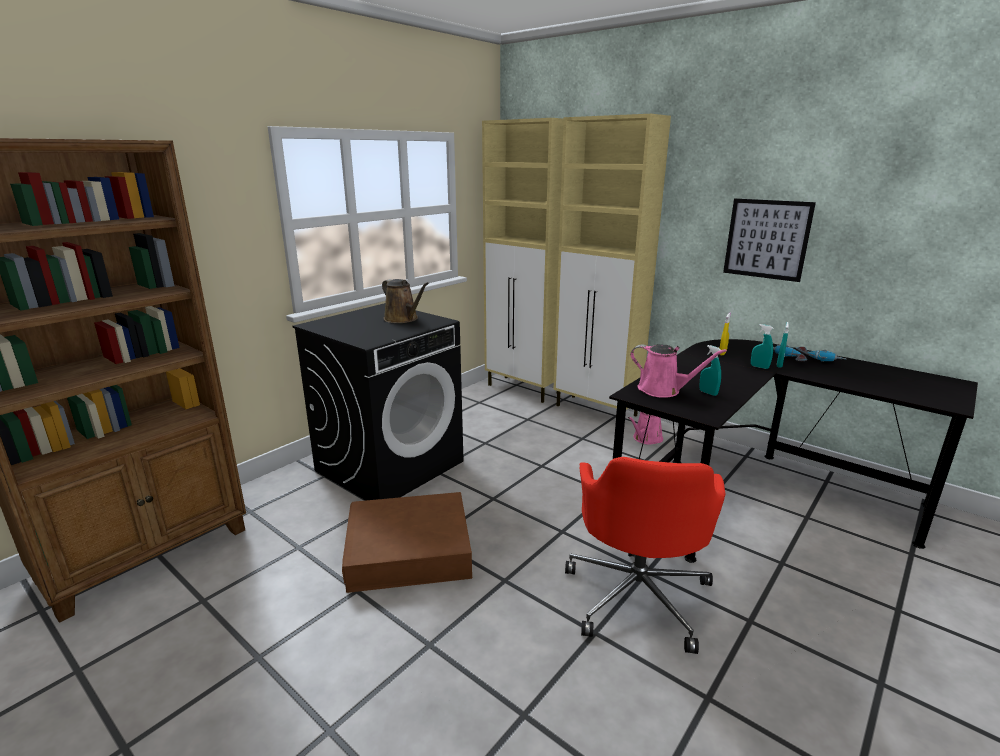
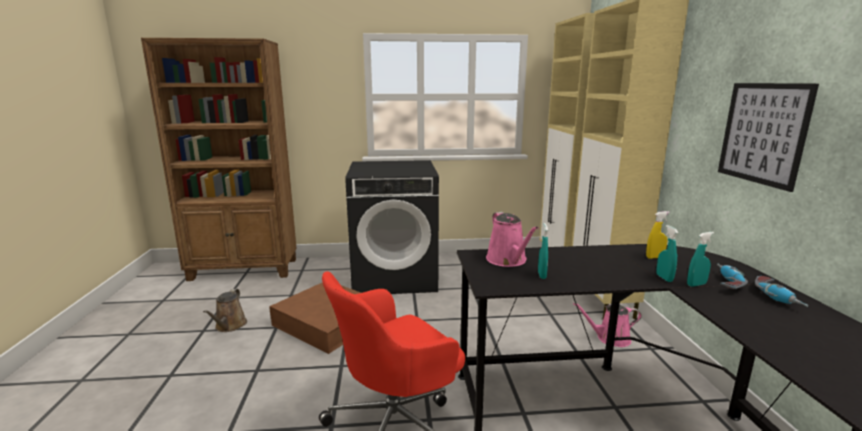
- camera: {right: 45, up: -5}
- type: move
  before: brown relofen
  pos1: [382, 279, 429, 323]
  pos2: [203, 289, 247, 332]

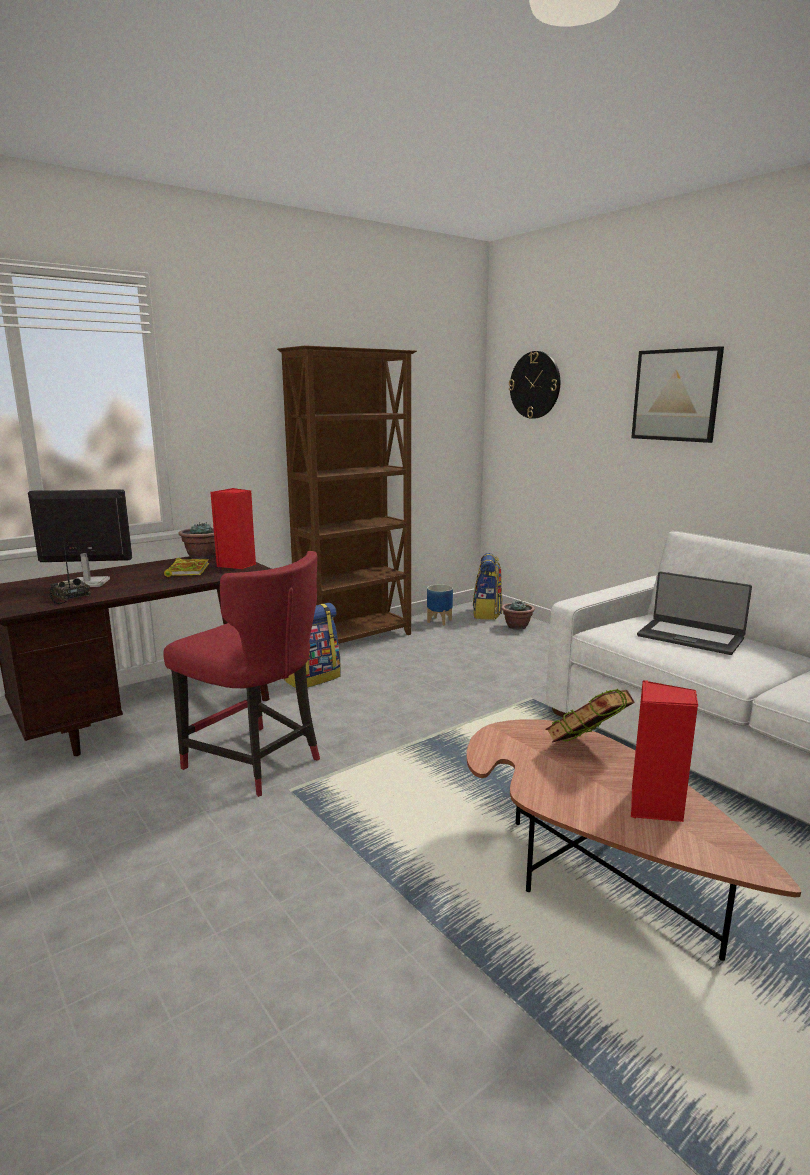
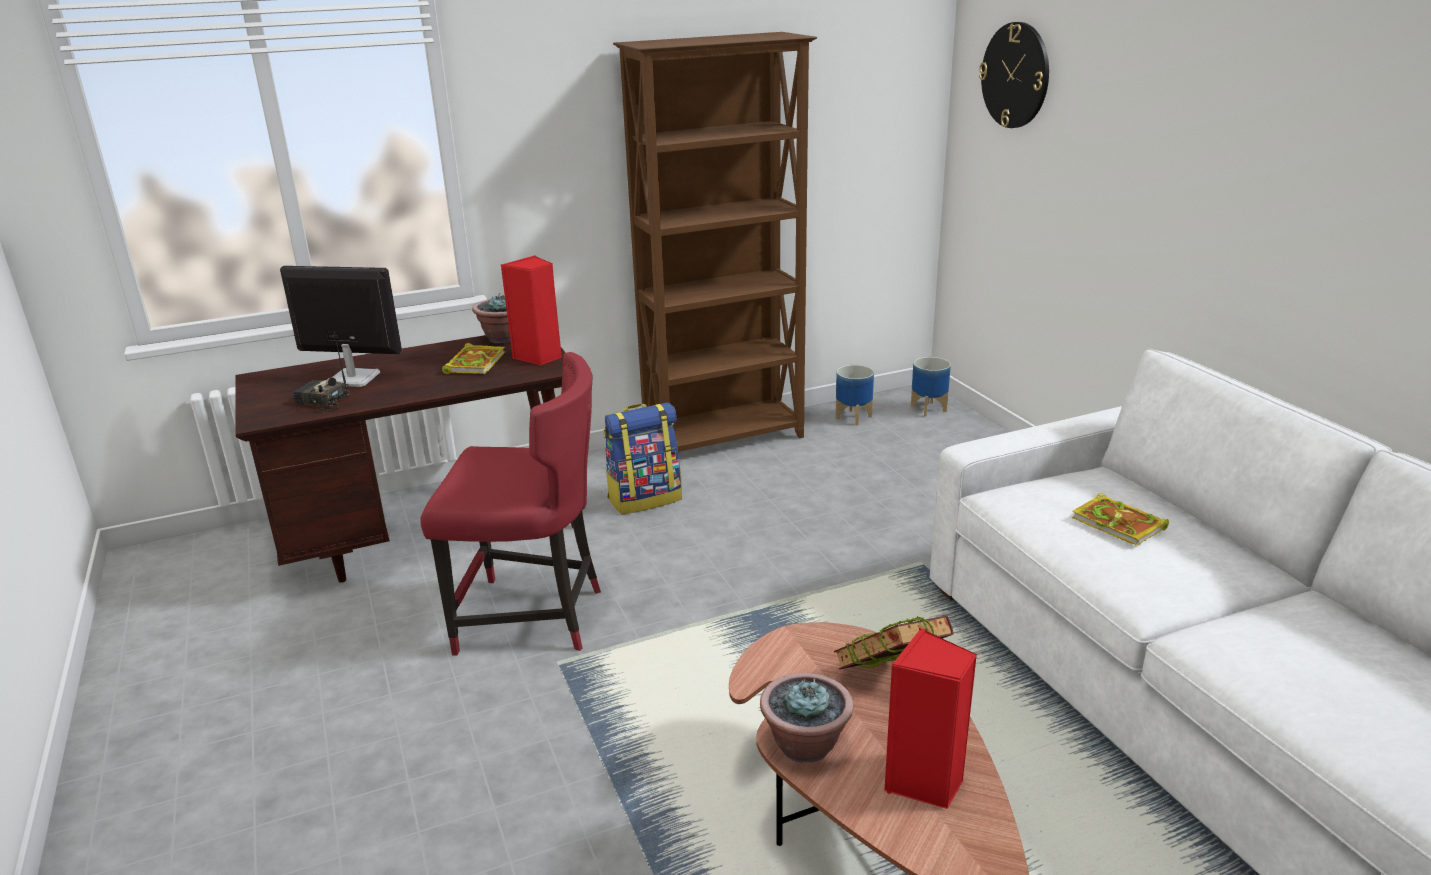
- camera: {right: 15, up: 10}
- type: delete
  before: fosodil
  pos1: [631, 346, 724, 443]
- type: move
  before: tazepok
  pos1: [501, 600, 535, 630]
  pos2: [760, 673, 853, 763]
- type: replace
  before: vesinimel
  after: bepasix
  pos1: [473, 553, 502, 620]
  pos2: [911, 357, 951, 416]
- type: replace
  before: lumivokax
  after: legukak
  pos1: [637, 572, 752, 655]
  pos2: [1071, 493, 1169, 546]
- type: rotate
  before: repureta
  pos1: [50, 537, 91, 604]
  pos2: [293, 332, 350, 412]
  turn: -45
- type: rotate
  before: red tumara
  pos1: [163, 551, 320, 797]
  pos2: [420, 352, 601, 656]
  turn: -45

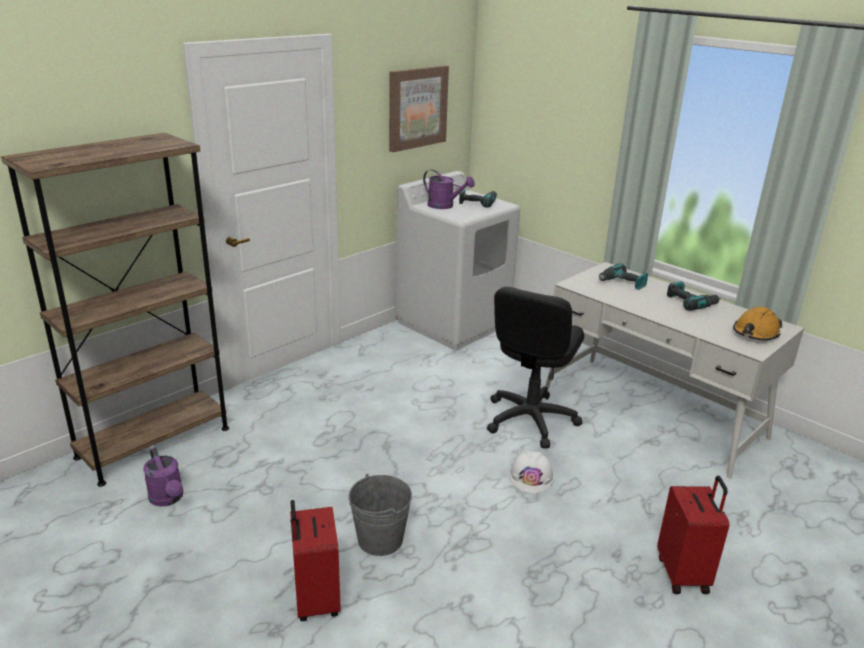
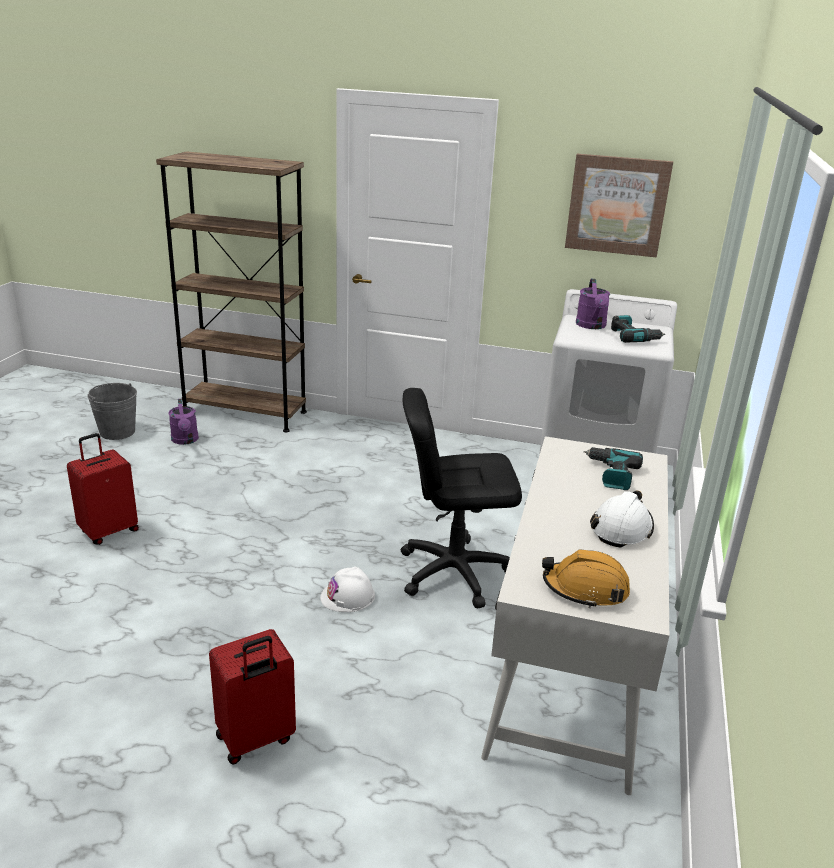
- camera: {right: 60, up: 0}
- type: move
  before: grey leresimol
  pos1: [349, 474, 412, 556]
  pos2: [87, 383, 137, 440]
- type: replace
  before: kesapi
  after: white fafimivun
  pos1: [667, 281, 721, 311]
  pos2: [590, 491, 654, 547]
- type: rotate
  before: purple relofen
  pos1: [143, 448, 183, 507]
  pos2: [168, 399, 199, 445]
  turn: -45

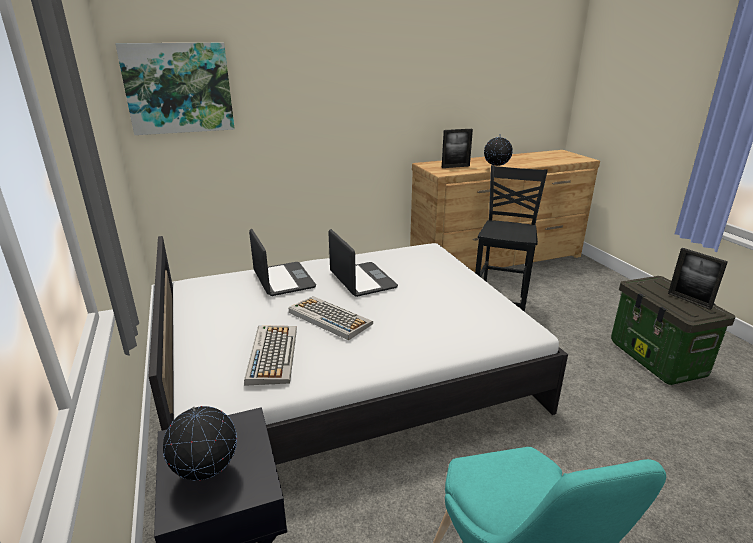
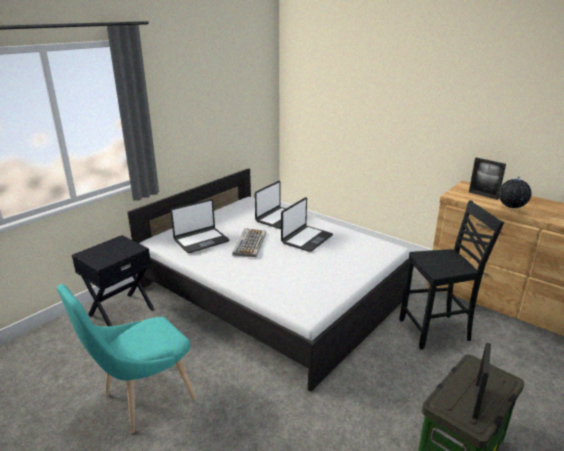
- camera: {right: 60, up: 0}
- type: delete
  before: fosodil
  pos1: [115, 43, 235, 135]
- type: delete
  before: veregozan
  pos1: [163, 406, 237, 480]
- type: replace
  before: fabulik
  after: lumivokax
  pos1: [244, 325, 297, 386]
  pos2: [170, 199, 229, 253]

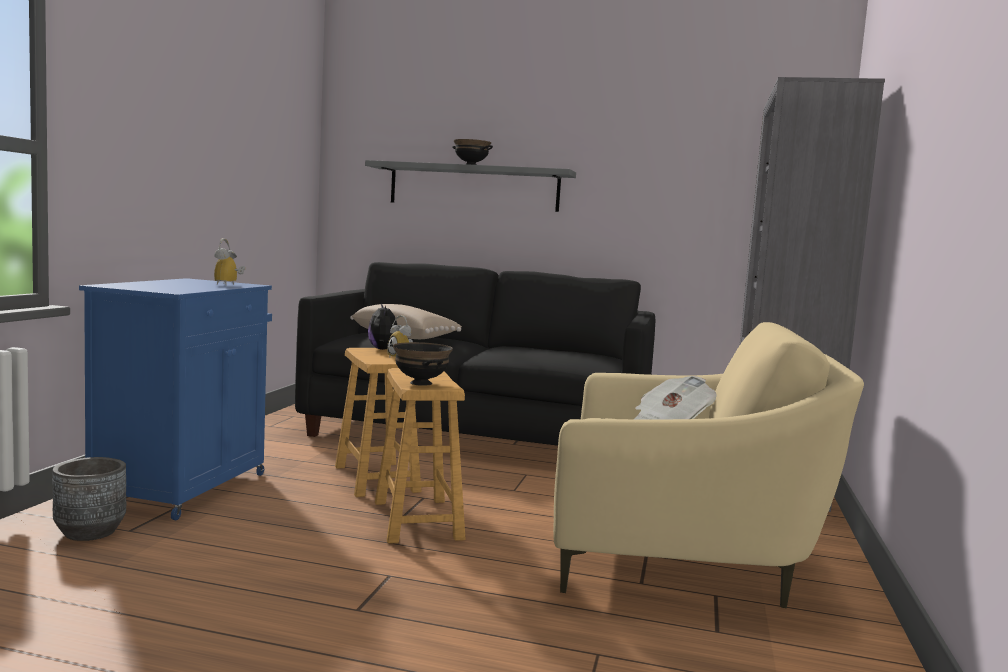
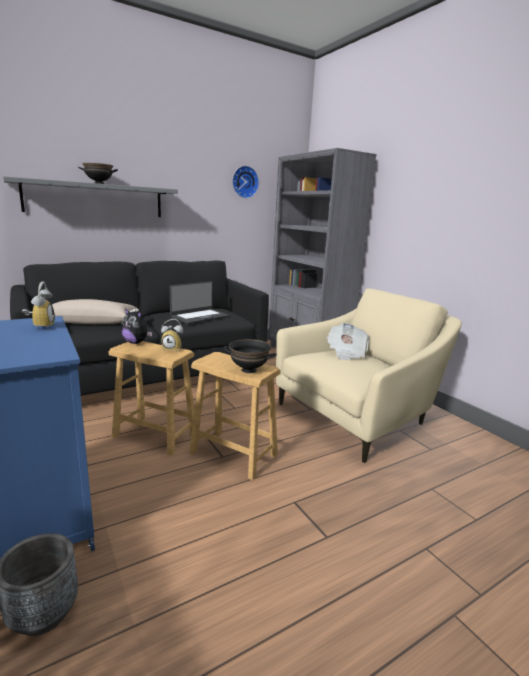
- camera: {right: -45, up: 10}
- type: insert
  after: lumivokax
  pos2: [170, 281, 230, 324]
- type: insert
  after: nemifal
  pos2: [232, 166, 259, 198]
- type: rotate
  before: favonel
  pos1: [214, 238, 245, 285]
  pos2: [22, 281, 55, 328]
  turn: -150

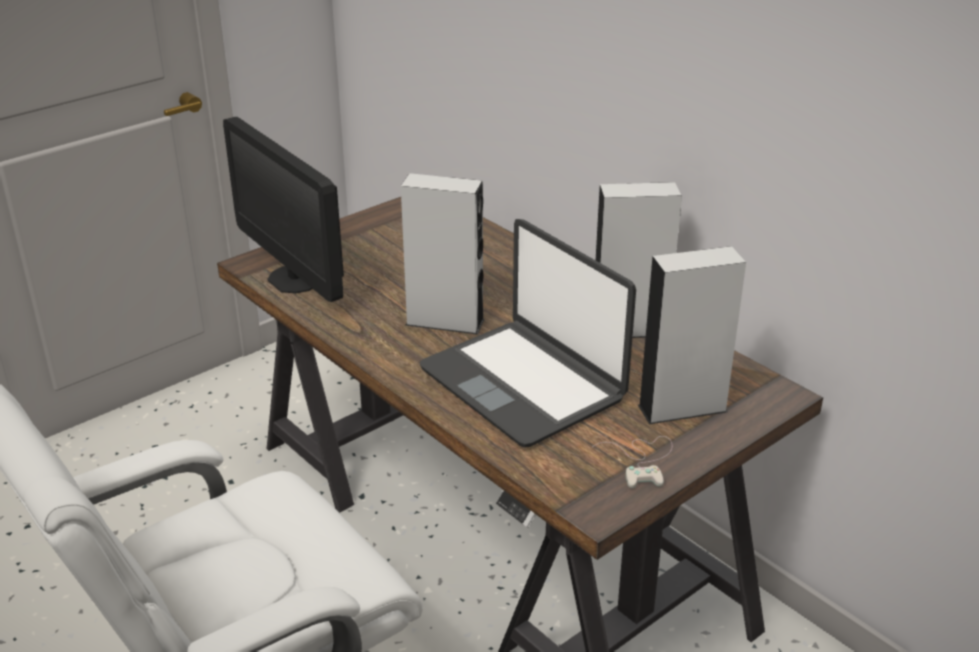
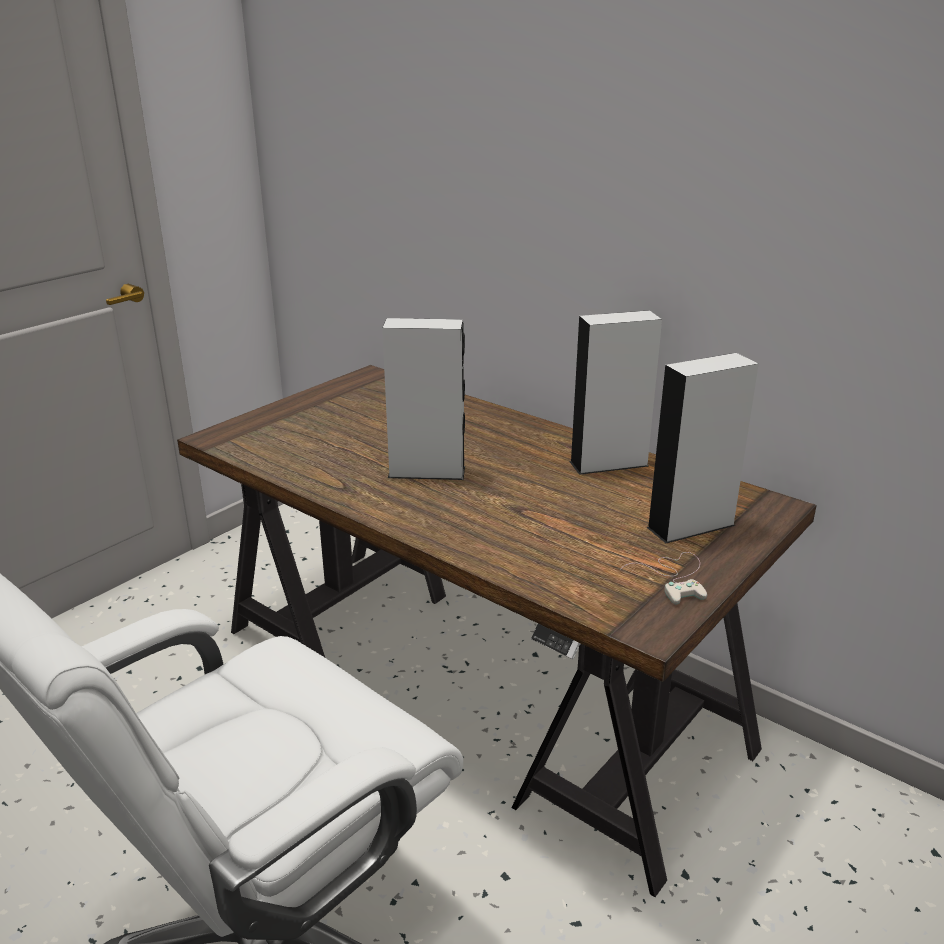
- camera: {right: -10, up: -5}
- type: delete
  before: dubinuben
  pos1: [223, 117, 344, 302]
- type: delete
  before: lumivokax
  pos1: [419, 219, 636, 447]

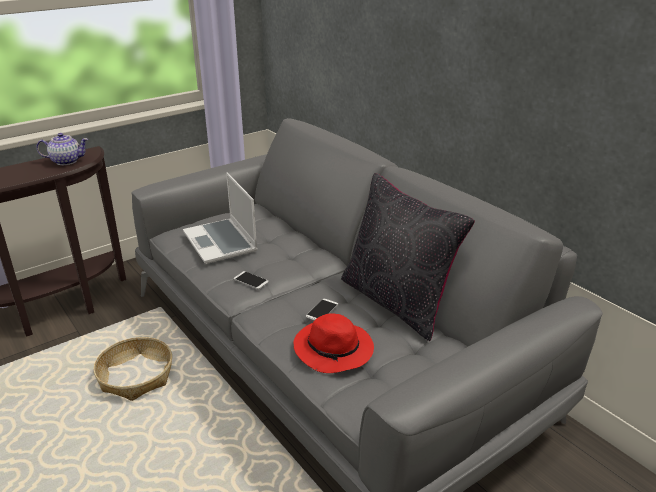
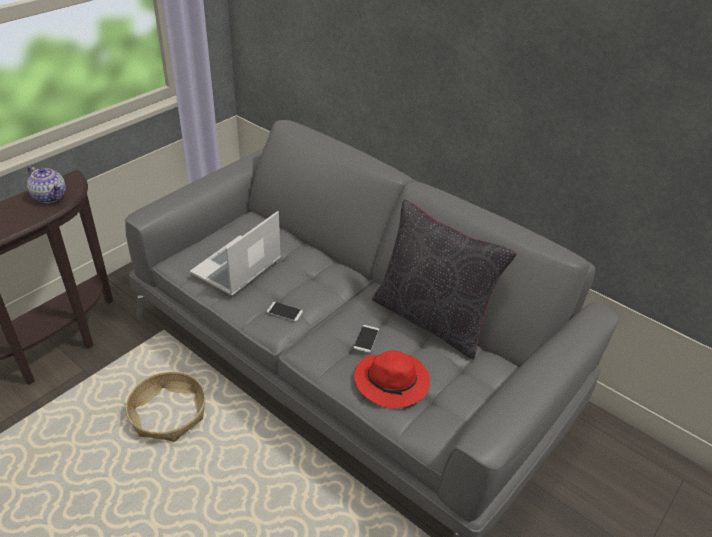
- camera: {right: -15, up: 10}
- type: rotate
  before: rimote
  pos1: [36, 133, 89, 165]
  pos2: [27, 166, 66, 203]
  turn: 60
- type: rotate
  before: lumivokax
  pos1: [183, 173, 258, 264]
  pos2: [190, 211, 281, 296]
  turn: 75

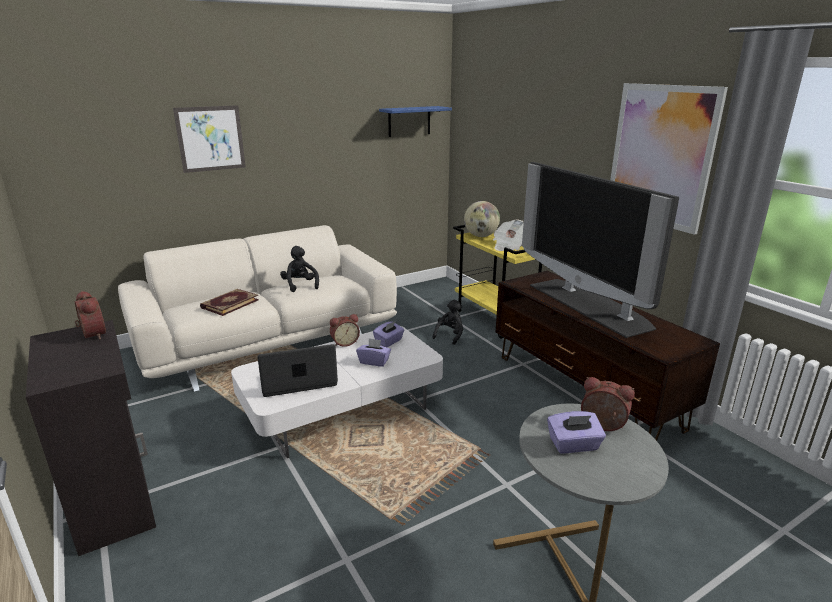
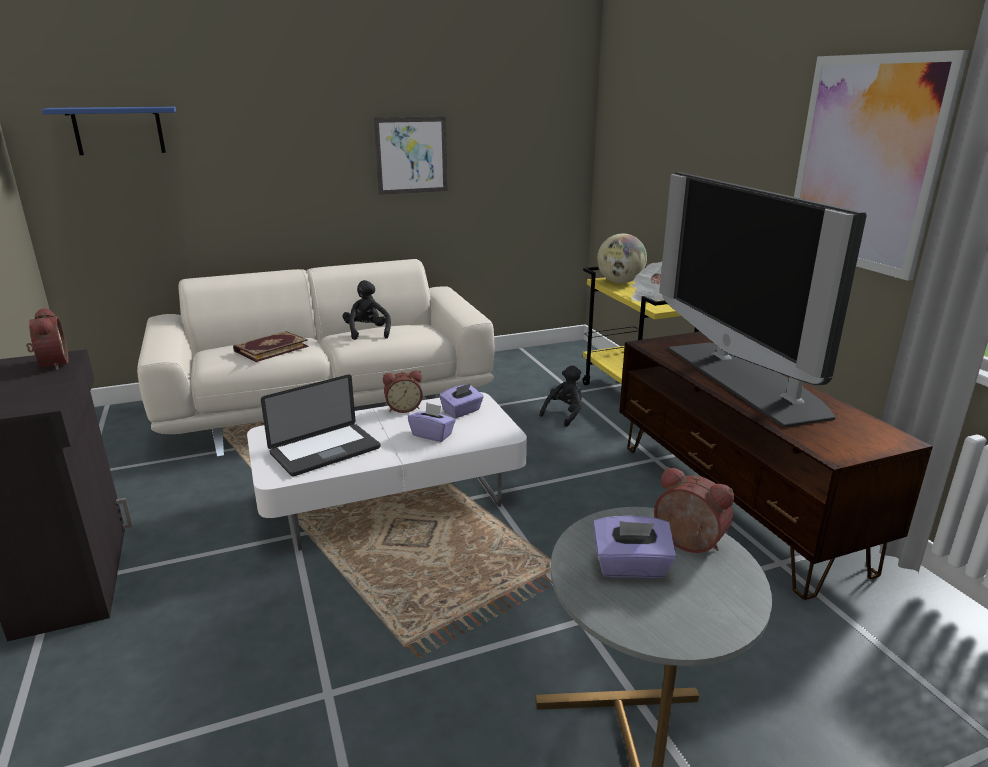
- camera: {right: 10, up: 0}
- type: move
  before: fosodil
  pos1: [173, 105, 246, 173]
  pos2: [373, 116, 448, 195]
- type: move
  before: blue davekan
  pos1: [379, 106, 452, 137]
  pos2: [41, 107, 176, 155]
- type: rotate
  before: lumivokax
  pos1: [258, 344, 338, 397]
  pos2: [261, 374, 381, 476]
  turn: 150

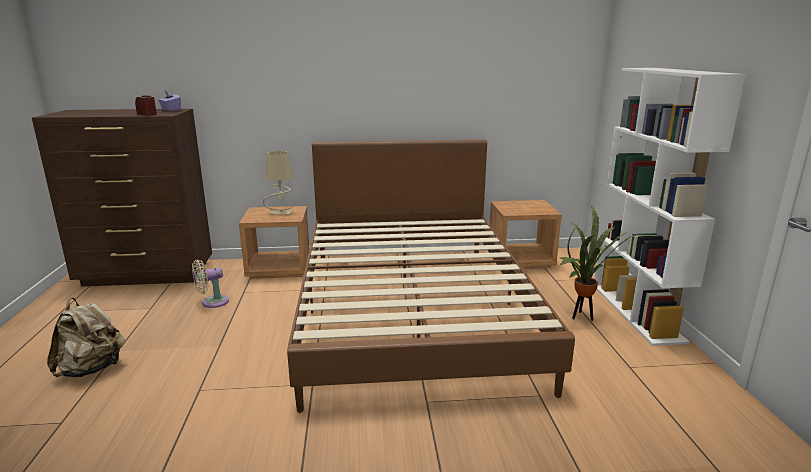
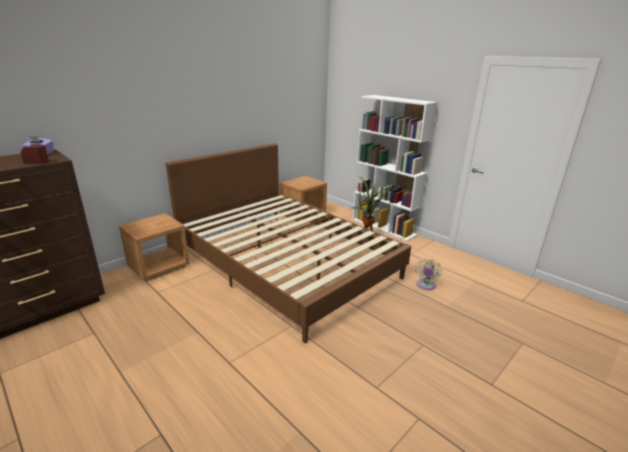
- camera: {right: -40, up: 5}
- type: delete
  before: beige vesinimel
  pos1: [47, 298, 125, 377]
- type: delete
  before: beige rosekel
  pos1: [263, 151, 293, 215]
- type: move
  before: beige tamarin
  pos1: [192, 260, 229, 308]
  pos2: [415, 258, 442, 290]

